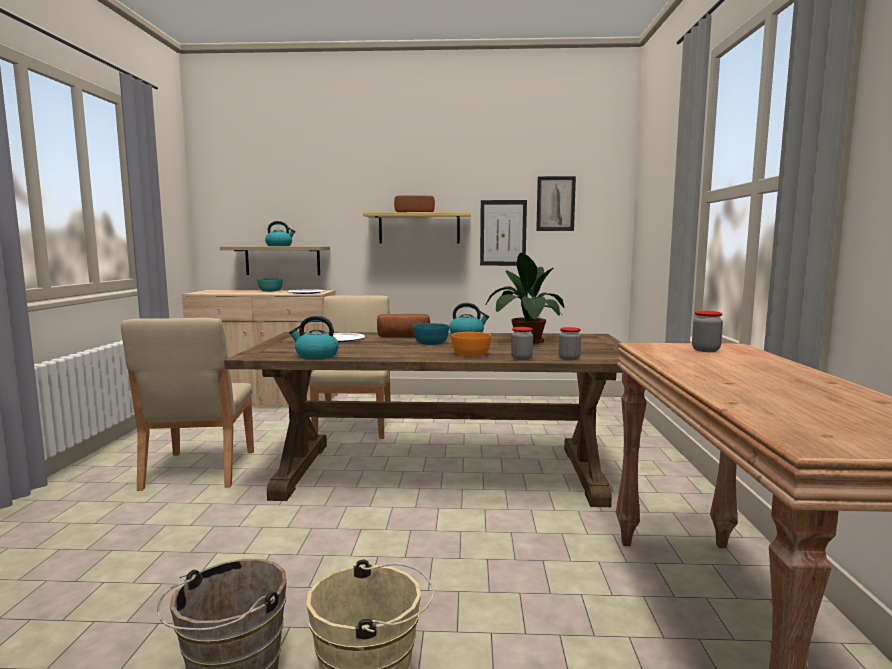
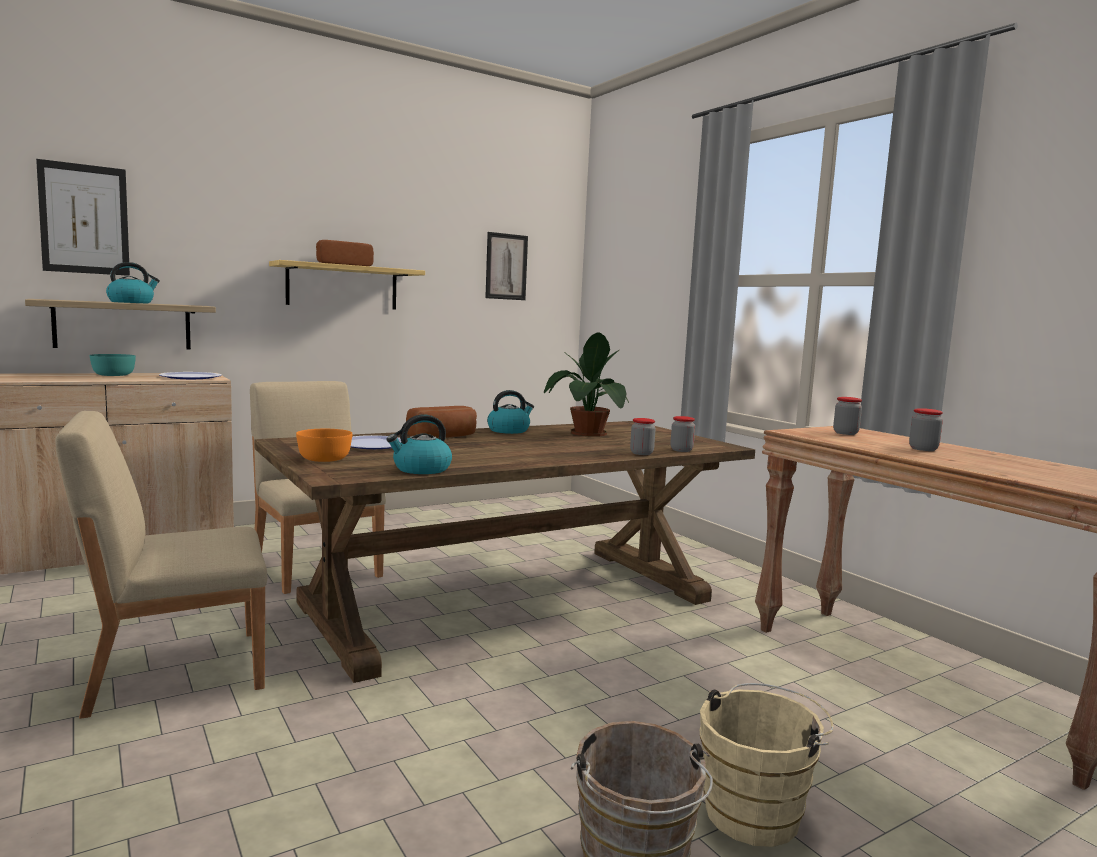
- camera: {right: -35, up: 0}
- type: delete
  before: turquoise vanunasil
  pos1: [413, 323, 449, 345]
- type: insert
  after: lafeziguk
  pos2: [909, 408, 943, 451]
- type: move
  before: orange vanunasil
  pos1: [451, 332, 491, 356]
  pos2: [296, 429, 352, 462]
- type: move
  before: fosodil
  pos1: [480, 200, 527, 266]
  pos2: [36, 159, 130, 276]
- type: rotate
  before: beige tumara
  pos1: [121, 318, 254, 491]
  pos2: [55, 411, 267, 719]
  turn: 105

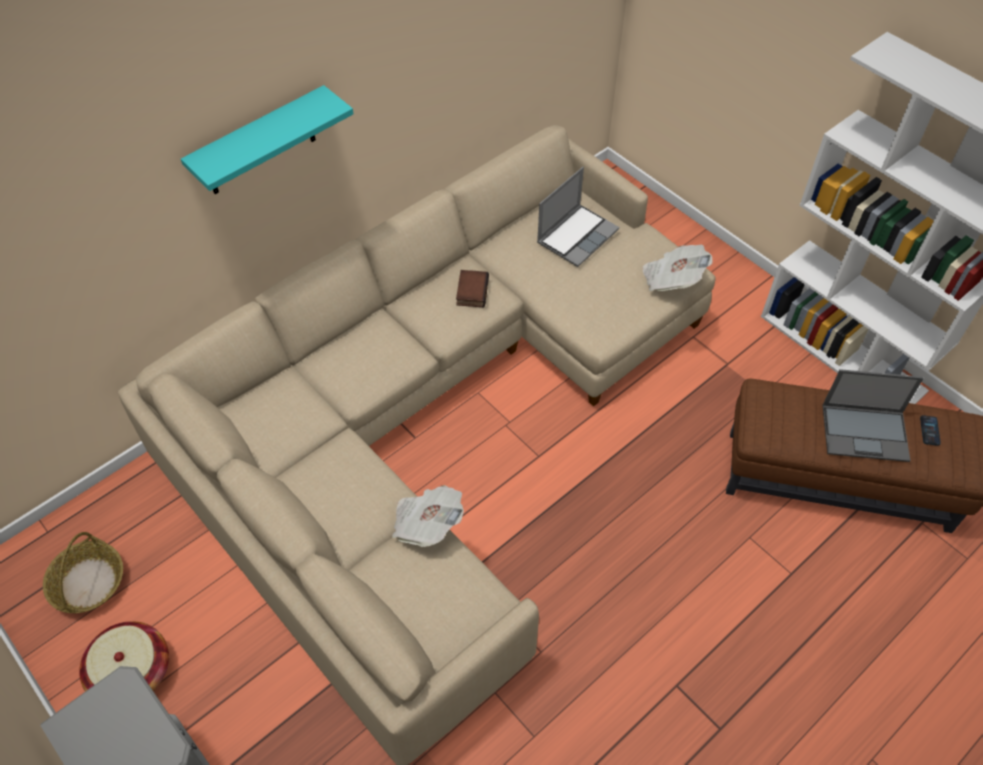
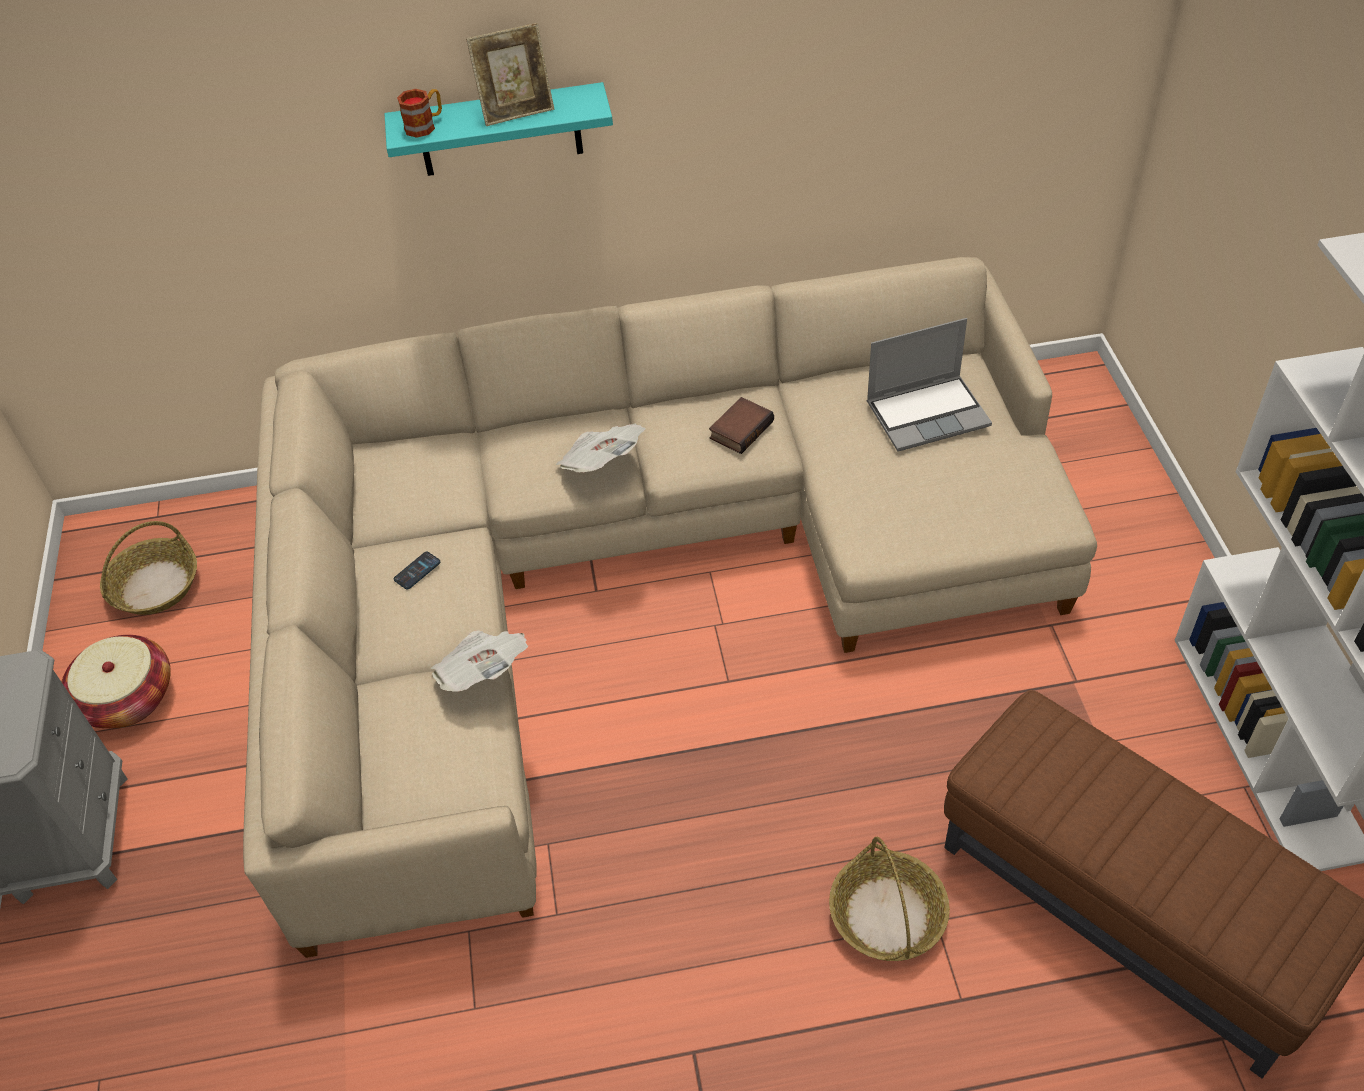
- camera: {right: 35, up: -5}
- type: delete
  before: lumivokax
  pos1: [822, 369, 924, 462]
- type: insert
  after: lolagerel
  pos2: [397, 89, 442, 138]
- type: insert
  after: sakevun
  pos2: [466, 23, 554, 126]
- type: insert
  after: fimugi
  pos2: [829, 837, 950, 961]
- type: move
  before: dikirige
  pos1: [642, 245, 713, 291]
  pos2: [555, 423, 646, 473]
- type: move
  before: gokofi
  pos1: [920, 415, 941, 446]
  pos2: [394, 552, 440, 589]

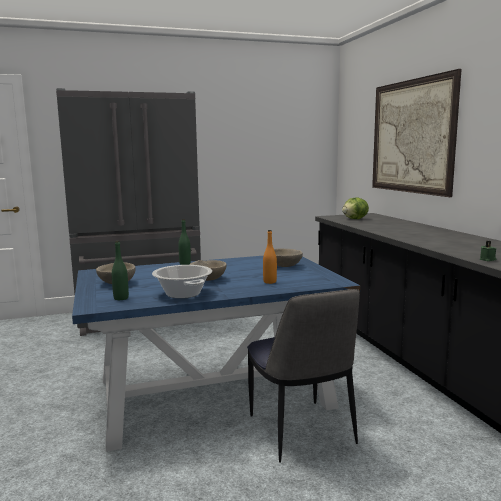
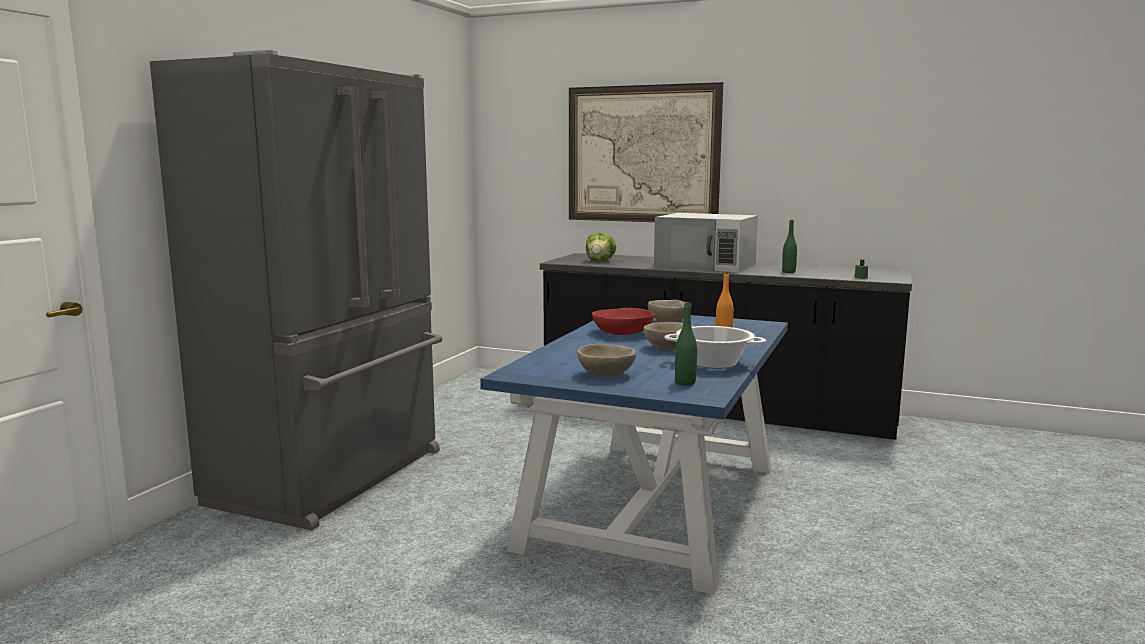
- camera: {right: -50, up: 0}
- type: delete
  before: tumara
  pos1: [247, 289, 360, 463]
- type: insert
  after: red vanunasil
  pos2: [592, 308, 655, 335]
- type: insert
  after: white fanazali
  pos2: [654, 213, 758, 272]
- type: move
  before: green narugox
  pos1: [178, 219, 191, 265]
  pos2: [782, 220, 797, 273]

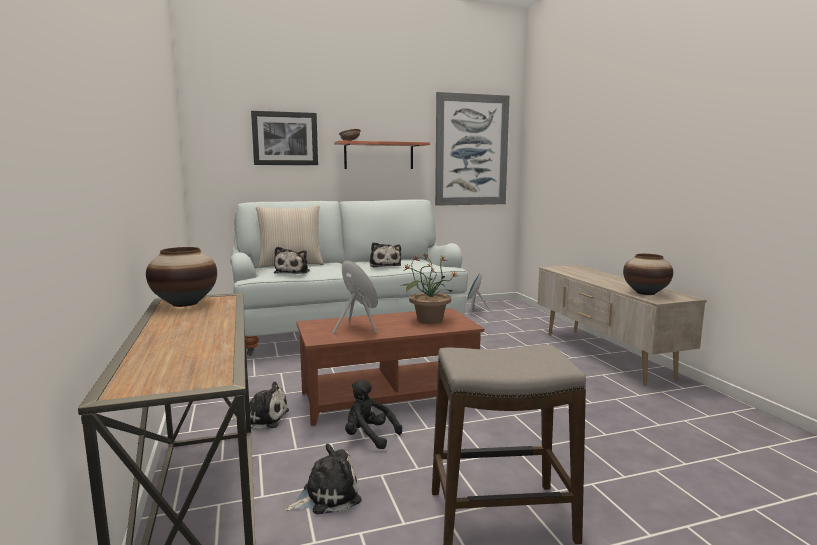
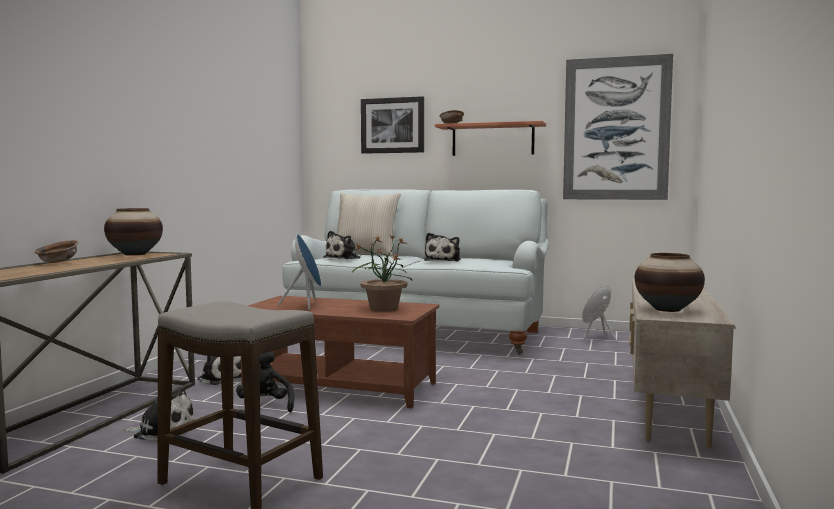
- camera: {right: 35, up: -5}
- type: insert
  after: brown vanunasil
  pos2: [34, 240, 78, 263]

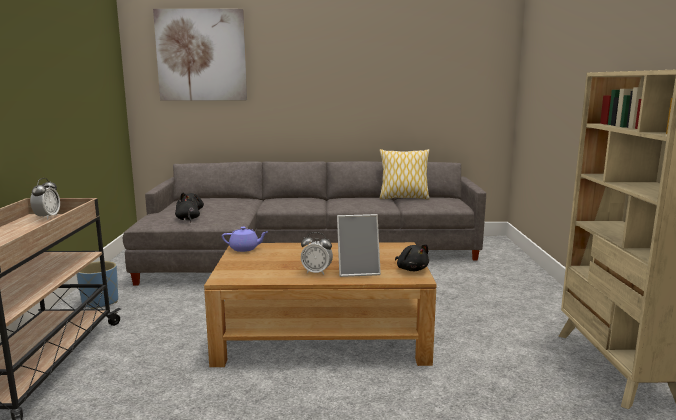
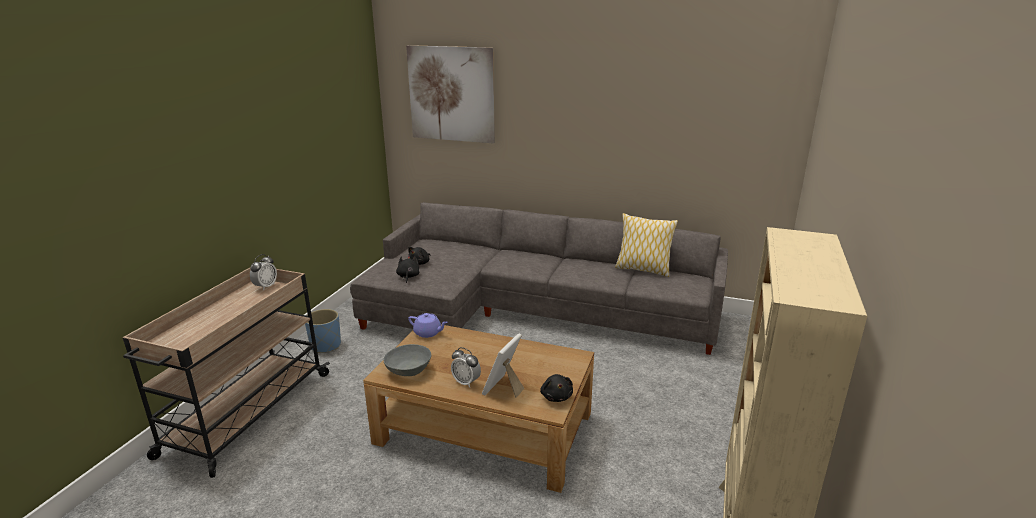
- camera: {right: 20, up: 10}
- type: insert
  after: grey vanunasil
  pos2: [383, 344, 431, 376]
- type: rotate
  before: sakevun
  pos1: [337, 214, 381, 277]
  pos2: [482, 334, 525, 398]
  turn: 105

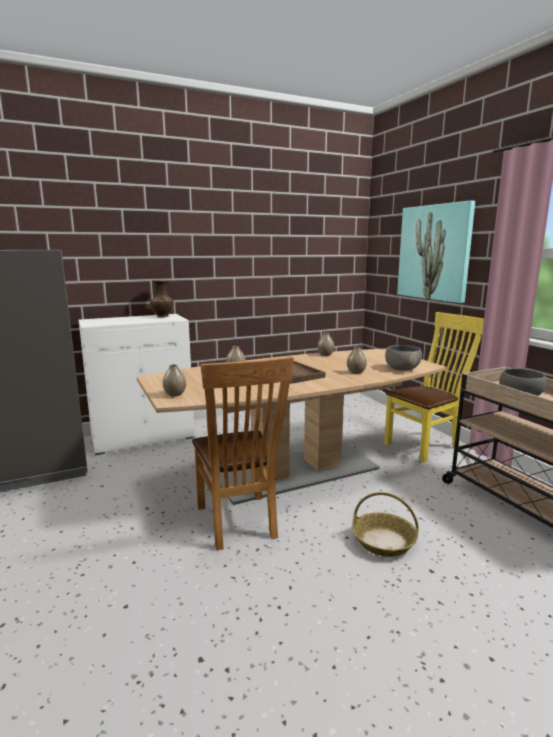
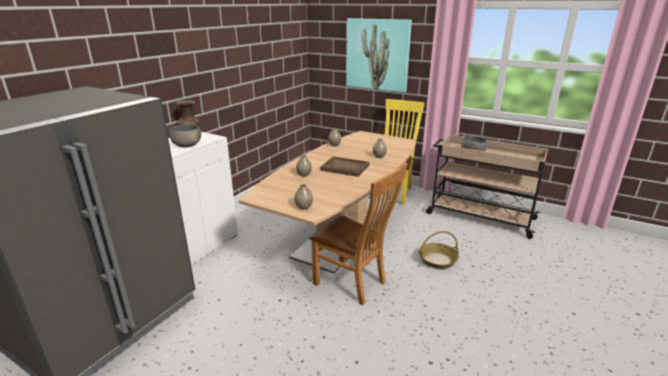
- camera: {right: -35, up: 10}
- type: move
  before: grey vanunasil
  pos1: [385, 345, 422, 371]
  pos2: [169, 124, 201, 147]

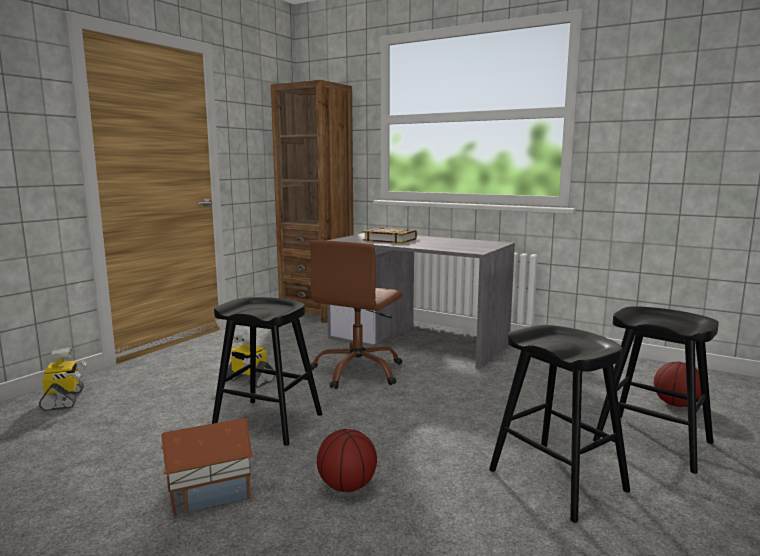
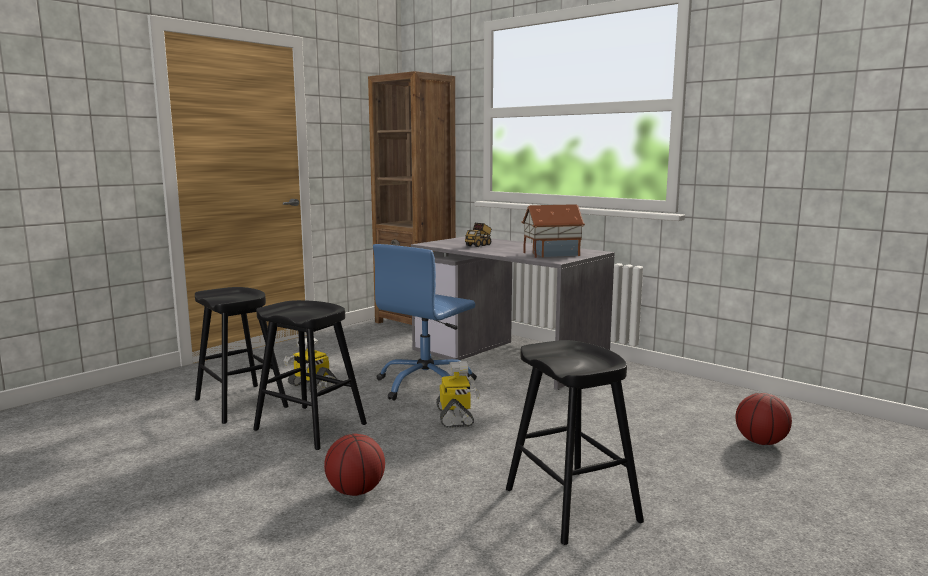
- camera: {right: 10, up: 0}
- type: move
  before: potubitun
  pos1: [39, 347, 87, 411]
  pos2: [436, 361, 480, 428]
- type: move
  before: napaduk
  pos1: [161, 418, 254, 516]
  pos2: [521, 204, 585, 258]
- type: move
  before: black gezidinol
  pos1: [593, 306, 719, 474]
  pos2: [195, 287, 288, 424]
- type: replace
  before: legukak
  after: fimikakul
  pos1: [362, 227, 417, 244]
  pos2: [465, 223, 492, 247]
- type: recolor
  before: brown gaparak
  after: blue gaparak
  pos1: [309, 240, 403, 389]
  pos2: [373, 244, 477, 401]

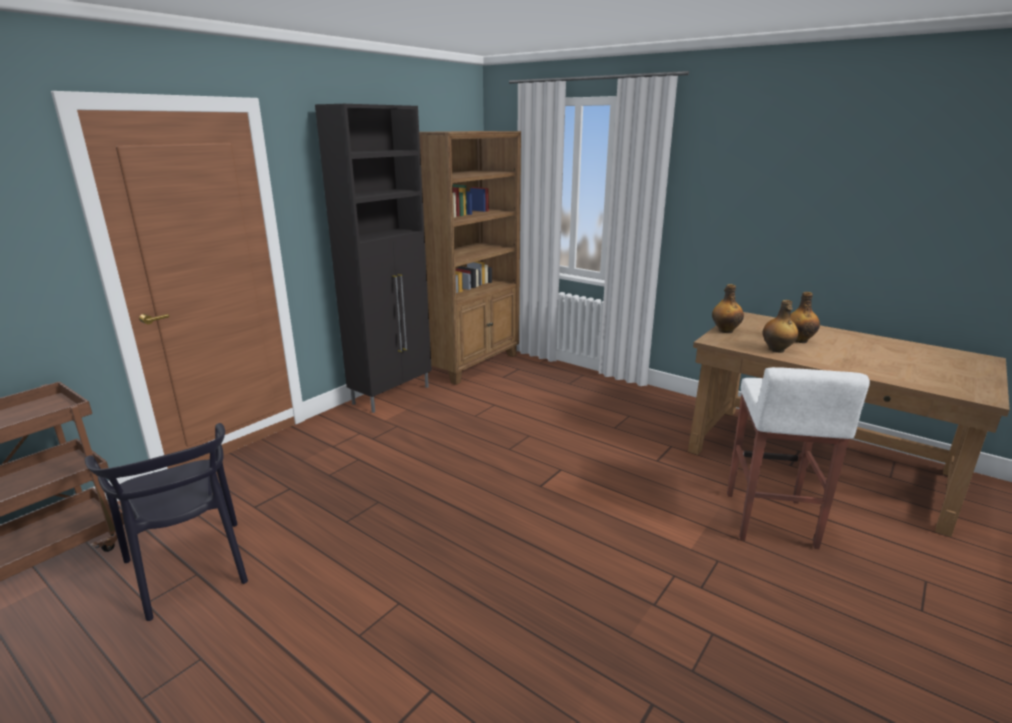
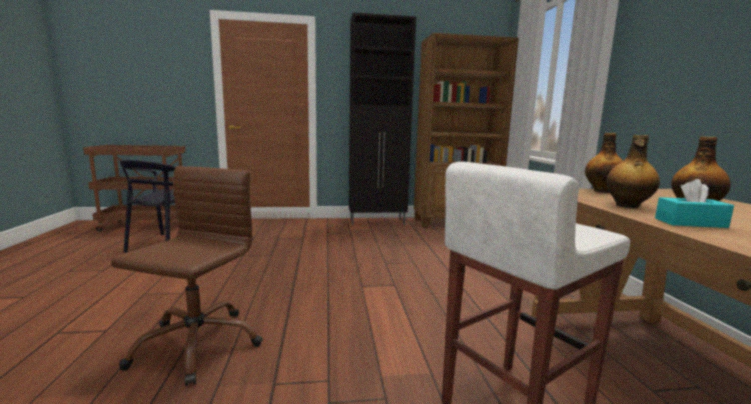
- camera: {right: 45, up: -10}
- type: insert
  after: brown gaparak
  pos2: [111, 166, 262, 386]
- type: insert
  after: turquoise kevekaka
  pos2: [655, 179, 734, 228]

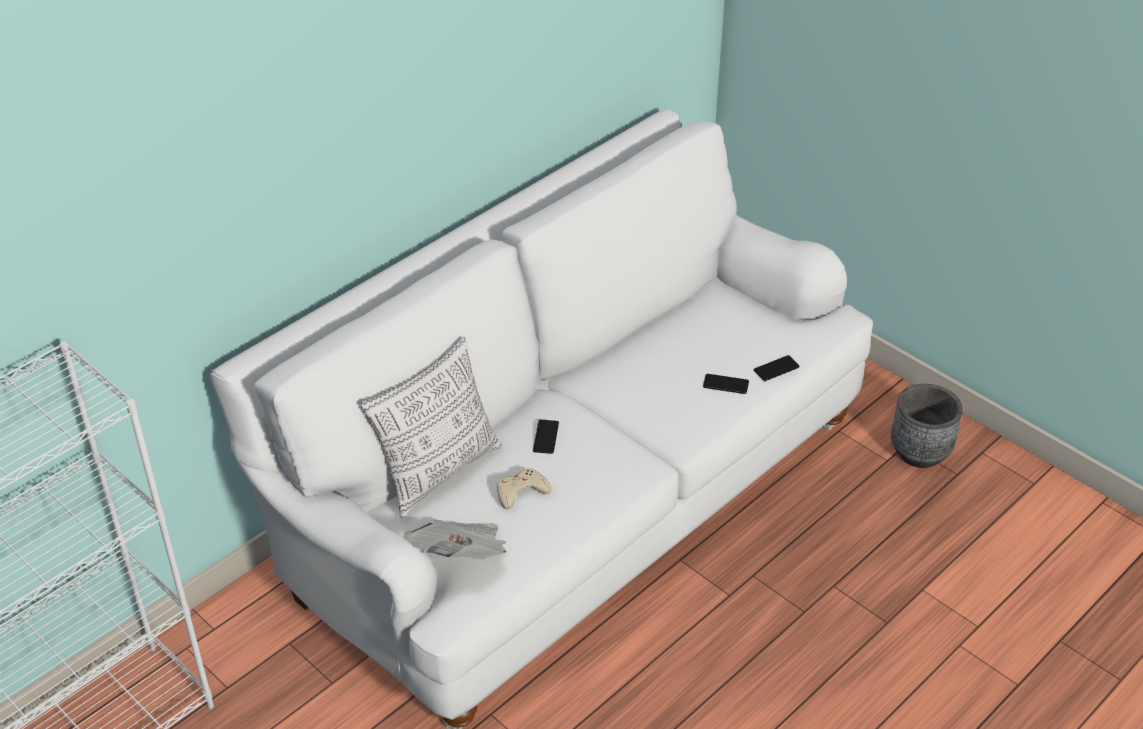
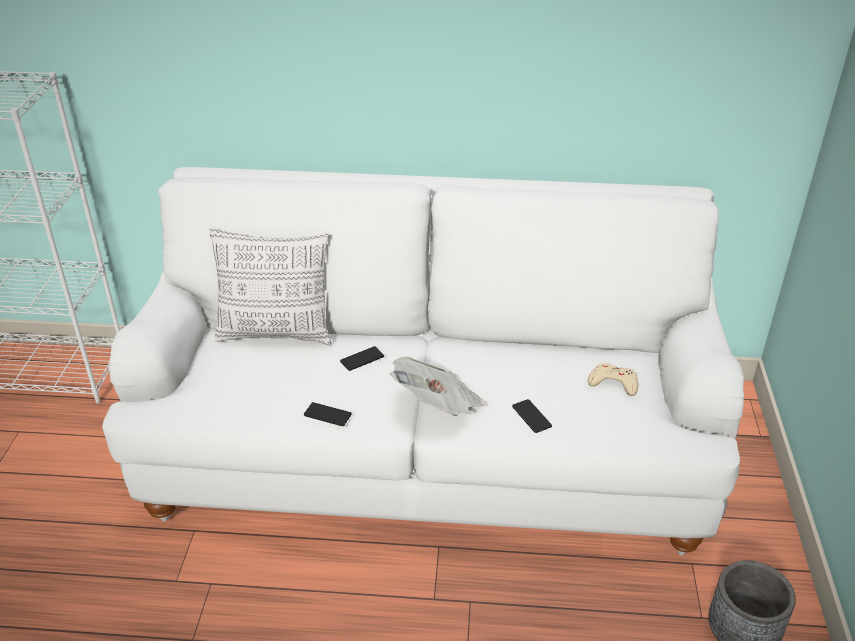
- camera: {right: 50, up: -5}
- type: move
  before: dikirige
  pos1: [403, 520, 506, 559]
  pos2: [390, 357, 487, 417]
- type: move
  before: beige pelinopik
  pos1: [497, 468, 551, 509]
  pos2: [588, 363, 638, 396]
- type: move
  before: gokofi
  pos1: [754, 355, 799, 381]
  pos2: [304, 402, 352, 426]

